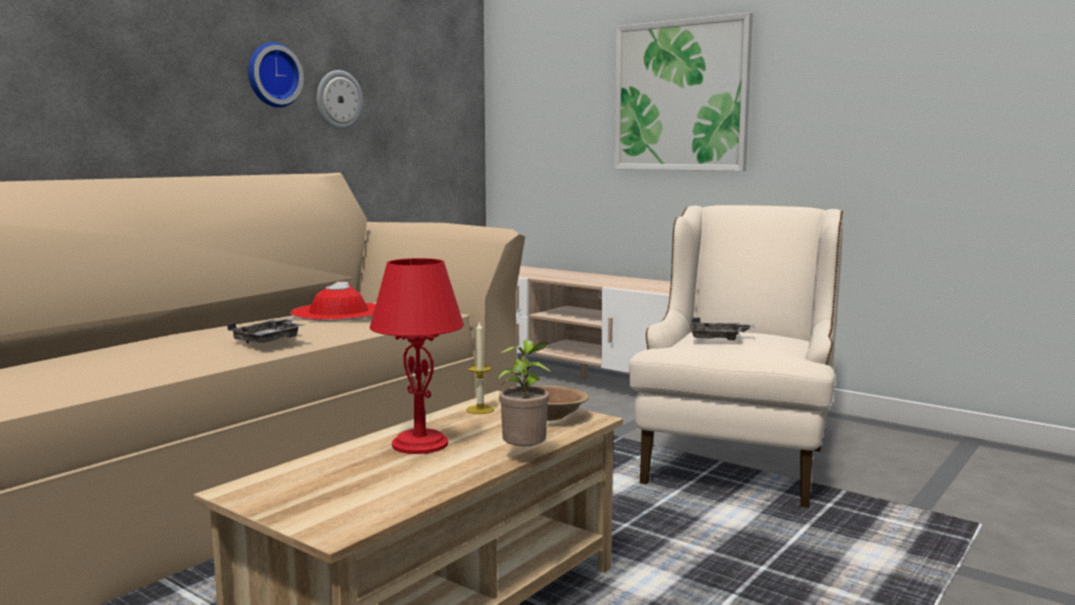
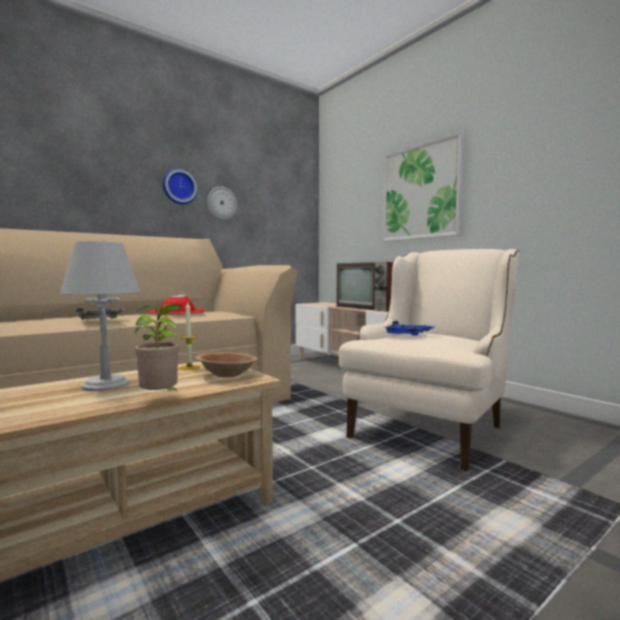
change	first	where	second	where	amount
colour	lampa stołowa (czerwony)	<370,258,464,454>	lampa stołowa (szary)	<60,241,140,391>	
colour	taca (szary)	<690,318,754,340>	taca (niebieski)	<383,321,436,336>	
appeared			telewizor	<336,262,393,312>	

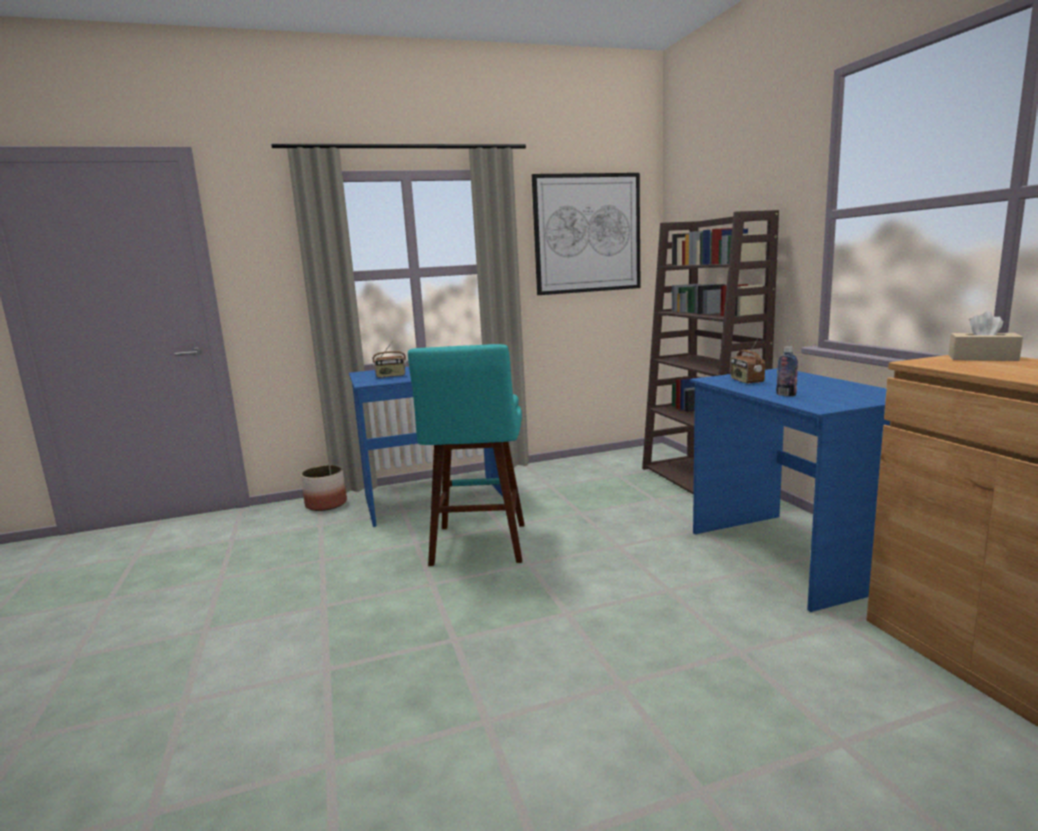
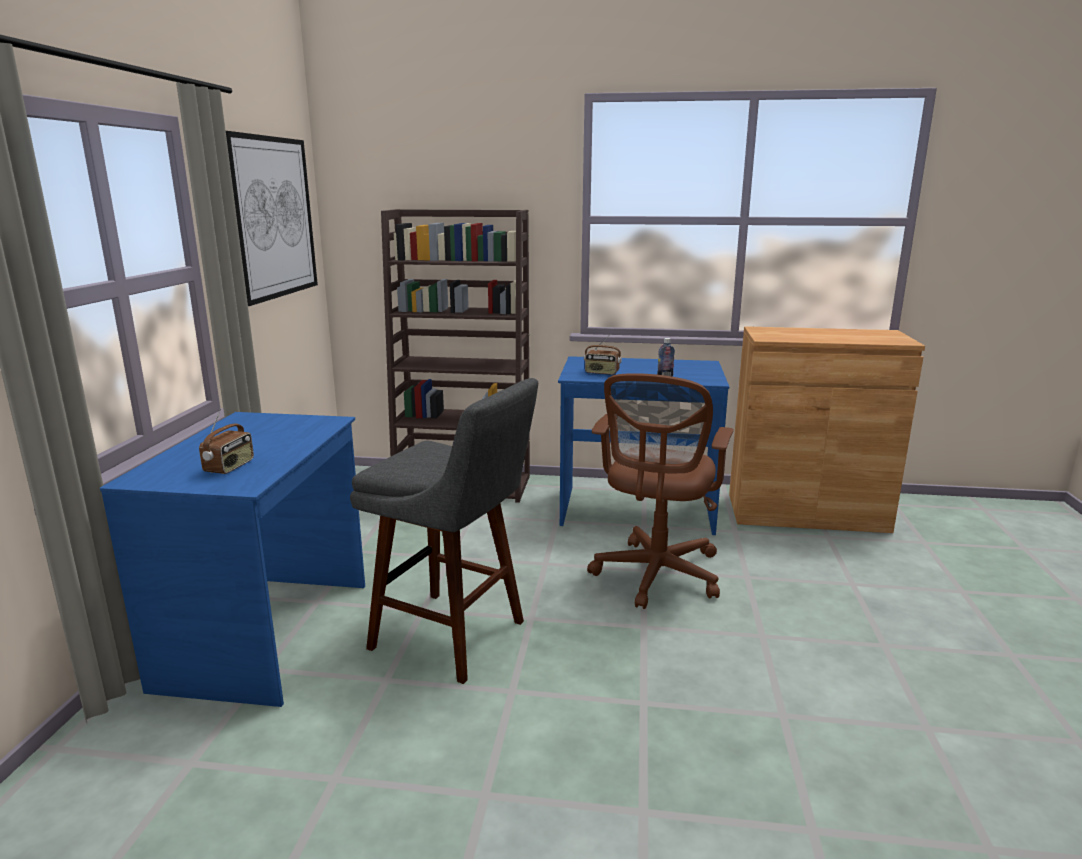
change	first	where	second	where	amount
missing	donica	<301,465,347,511>			
colour	stołek (turkusowy)	<408,344,525,566>	stołek (szary)	<350,378,538,684>	
missing	pudełko chusteczek (beżowy)	<949,311,1023,361>			
appeared			krzesło biurowe (brązowy)	<587,373,734,609>	

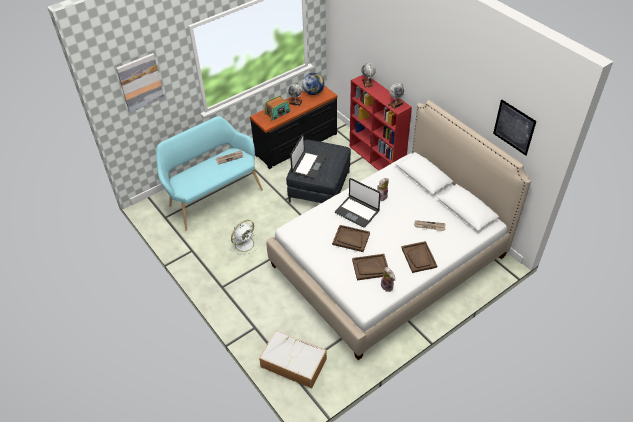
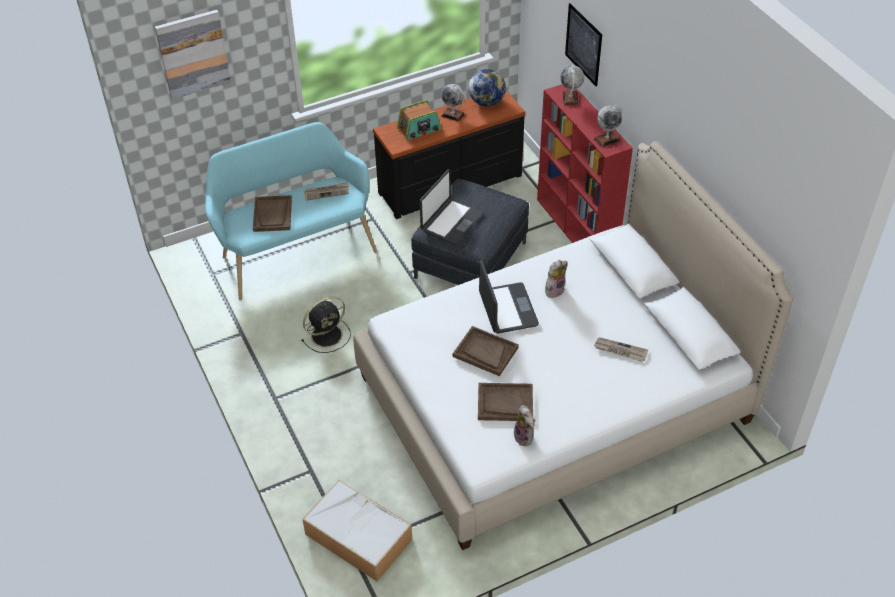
change	first	where	second	where	amount
colour	wentylator (biały)	<230,220,259,255>	wentylator (czarny)	<301,296,351,353>	
spun	laptop	<335,178,381,228>		<479,260,539,334>	150 degrees counterclockwise
relocated	taca (brązowy)	<402,241,437,273>		<253,195,292,232>	
relocated	obraz	<493,99,536,156>		<565,3,602,86>	

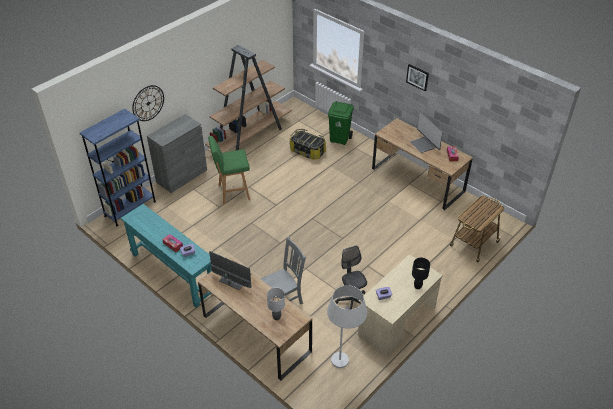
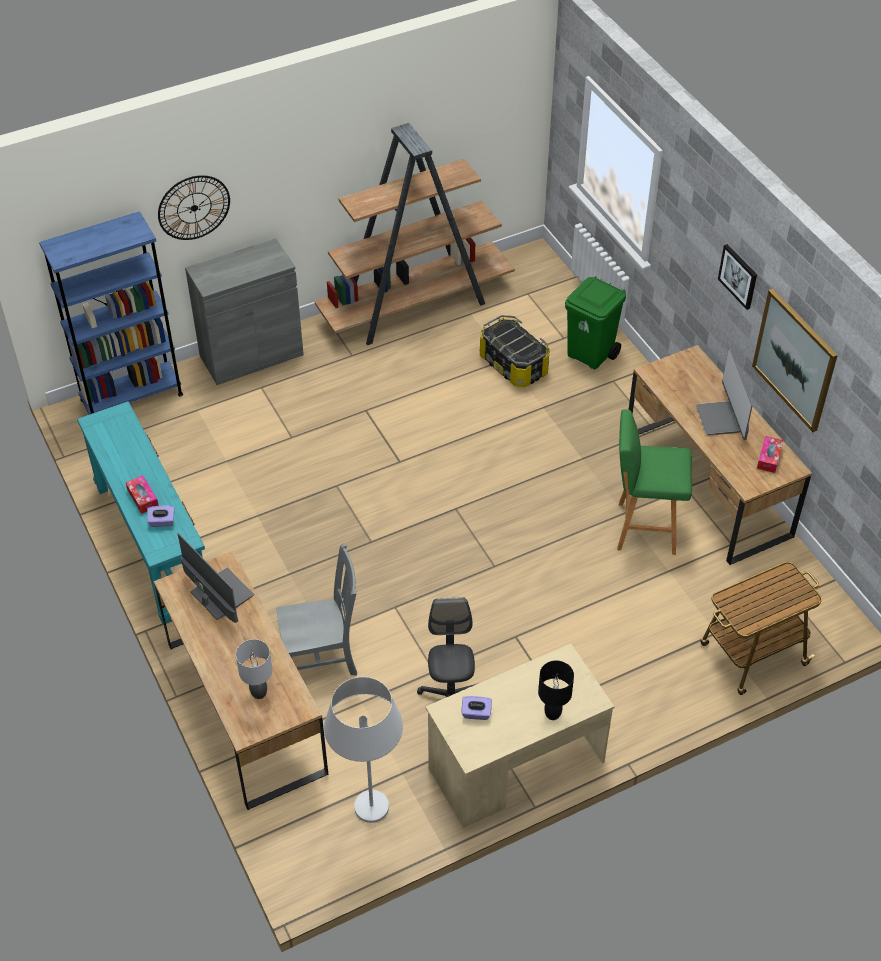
change	first	where	second	where	amount
relocated	stołek (zielony)	<208,136,250,205>		<617,409,692,555>	
appeared			obraz	<752,289,838,432>	

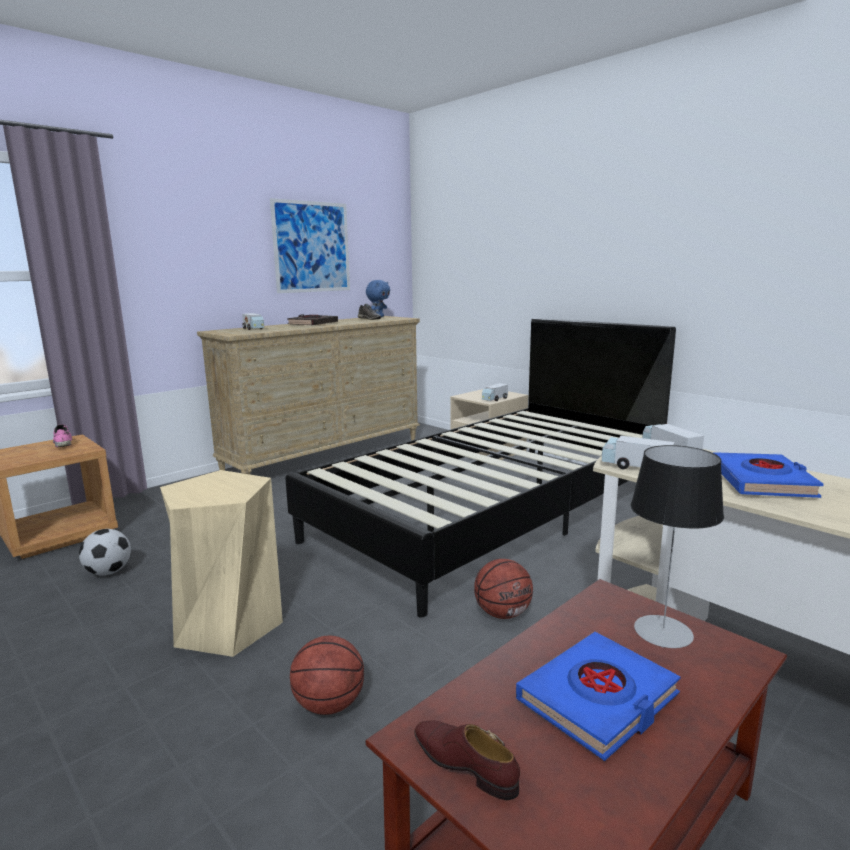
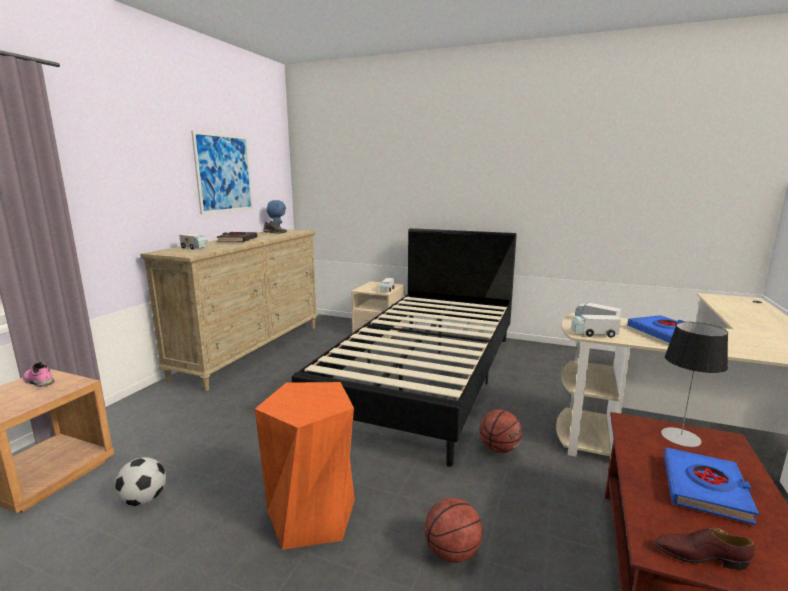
change	first	where	second	where	amount
colour	stołek (beżowy)	<160,470,283,657>	stołek (pomarańczowy)	<255,382,355,550>	

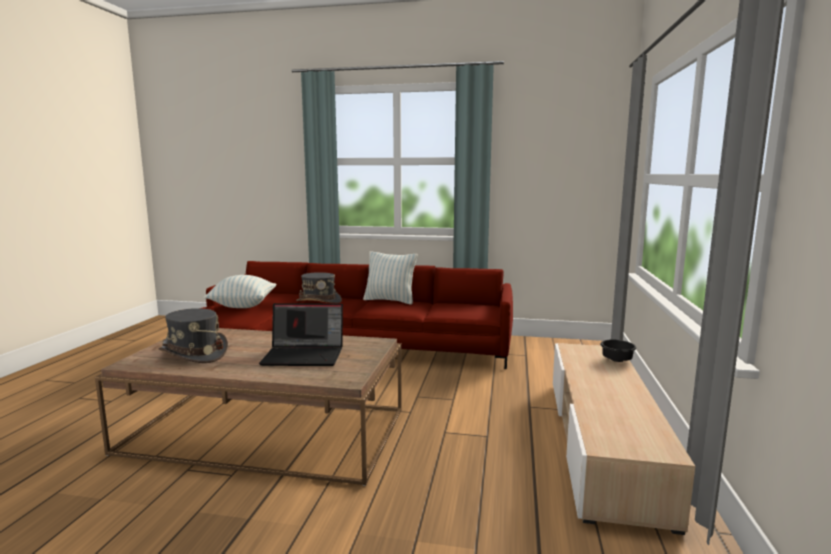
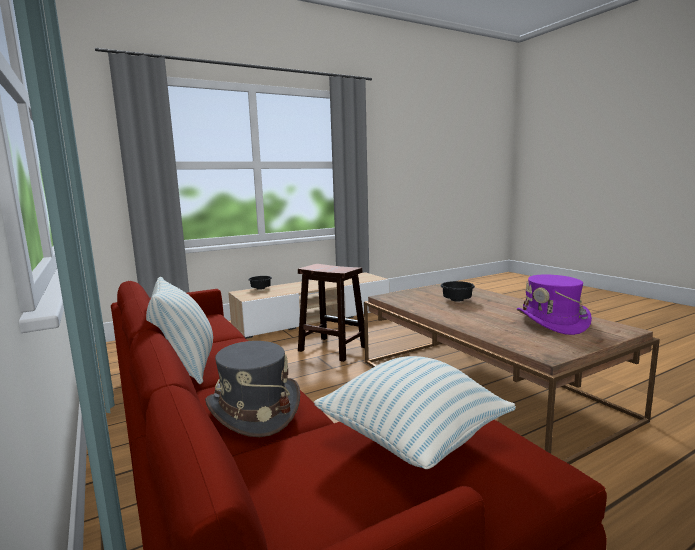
change	first	where	second	where	amount
colour	kapelusz (szary)	<158,308,228,363>	kapelusz (fioletowy)	<517,275,592,335>	
exchanged	laptop	<259,303,343,366>	miska (czarny)	<441,281,475,302>	
appeared			stołek (brązowy)	<298,264,365,362>	

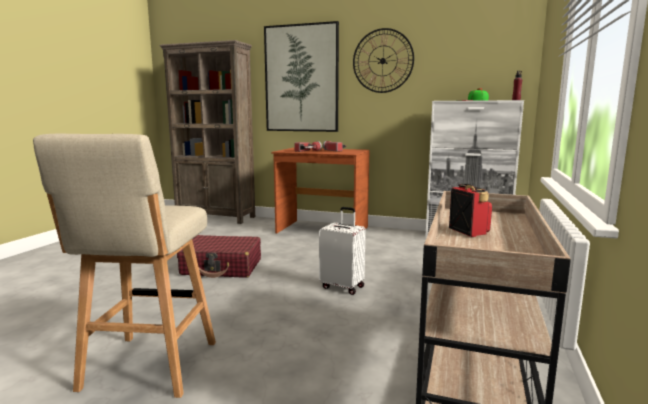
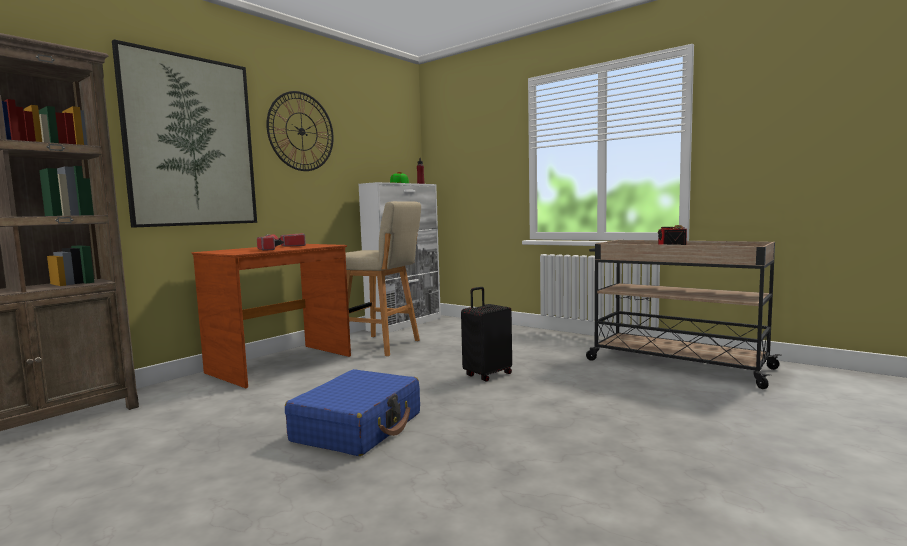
change	first	where	second	where	amount
relocated	stołek (beżowy)	<33,134,216,398>		<346,201,421,356>	
colour	walizka (czerwony)	<177,235,261,278>	walizka (niebieski)	<285,369,420,456>	
colour	walizka (biały)	<319,207,366,295>	walizka (czarny)	<461,287,512,381>	

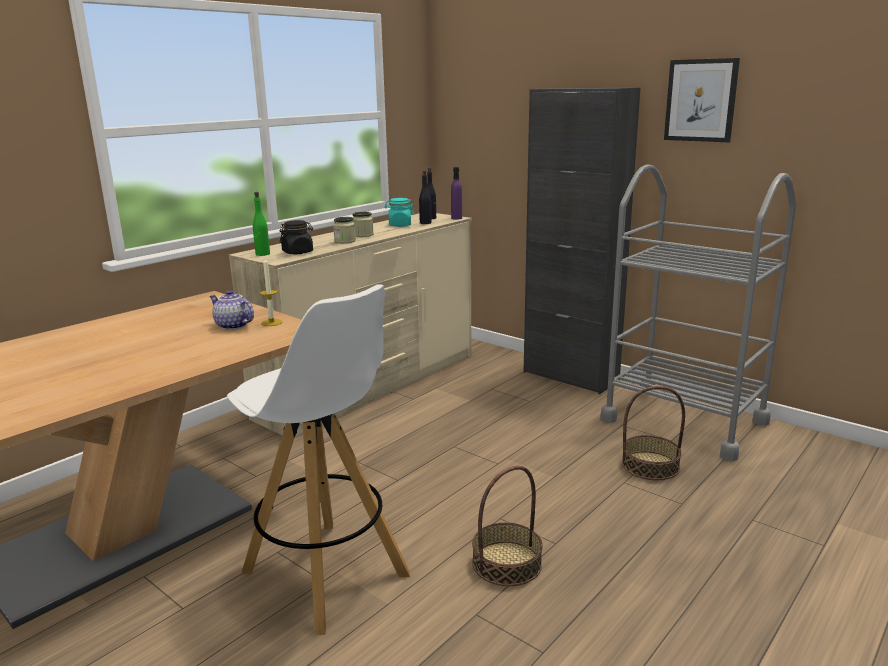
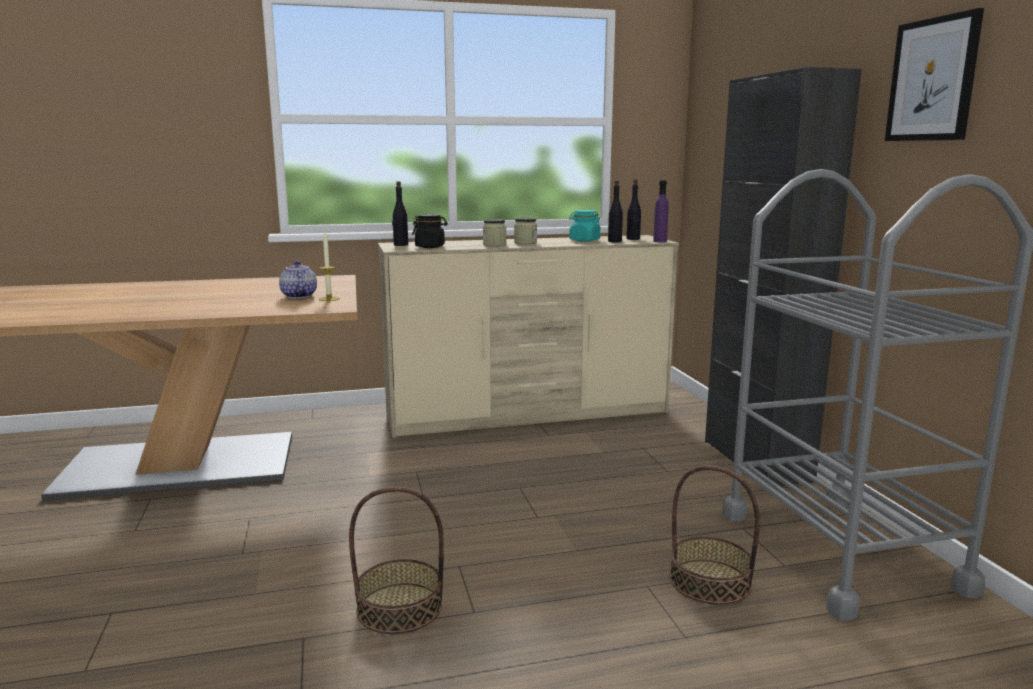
change	first	where	second	where	amount
missing	stołek (biały)	<227,284,410,635>			
colour	butelka (zielony)	<253,192,270,256>	butelka (czarny)	<392,181,408,246>	

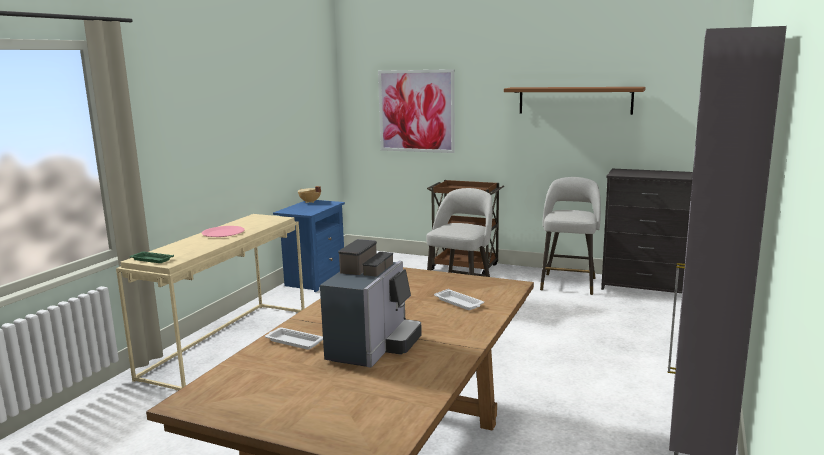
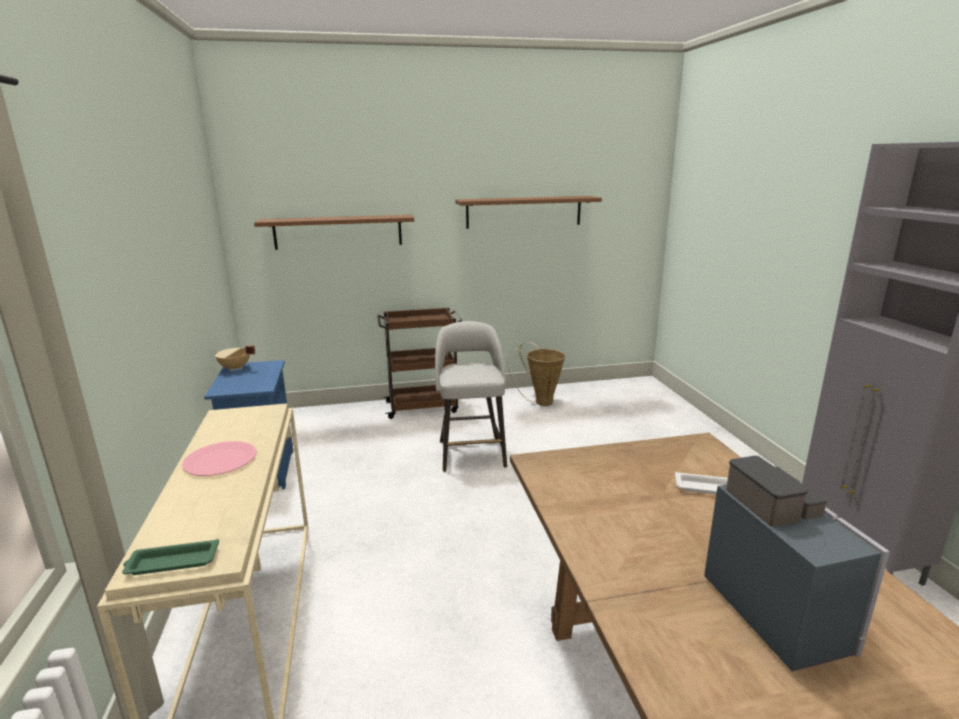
change	first	where	second	where	amount
missing	taca (biały)	<265,327,323,350>			
exchanged	obraz	<378,69,455,153>	półka (brązowy)	<254,215,414,250>	
exchanged	stołek (szary)	<540,177,601,295>	koszyk	<507,342,565,406>	
missing	komoda (czarny)	<601,169,693,293>			

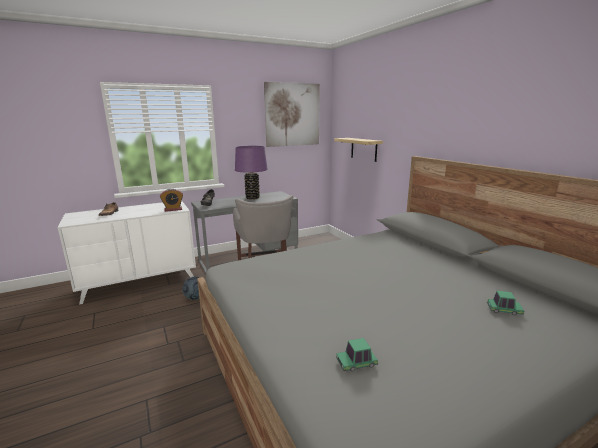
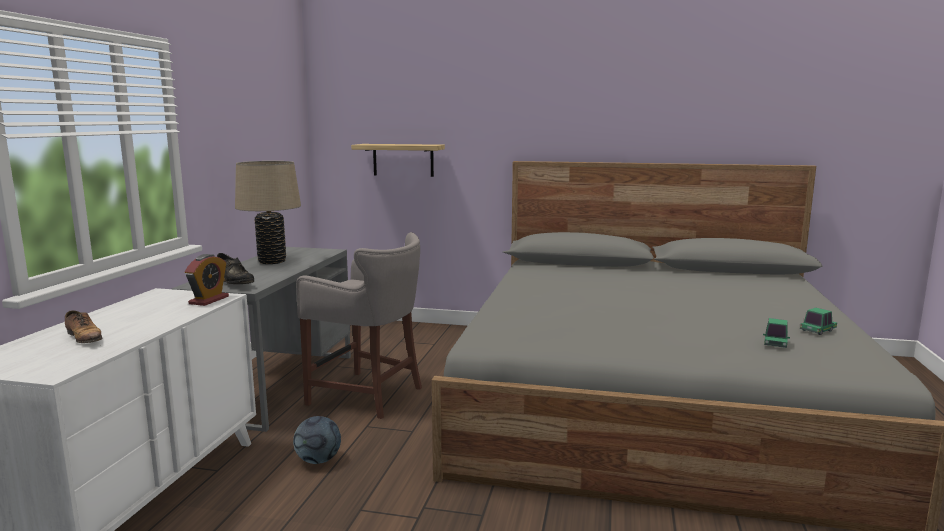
change	first	where	second	where	amount
colour	lampa stołowa (fioletowy)	<235,146,268,199>	lampa stołowa (beżowy)	<235,161,301,264>	
missing	obraz	<264,82,320,147>			
relocated	samochodzik	<487,291,524,315>		<800,308,837,335>	

